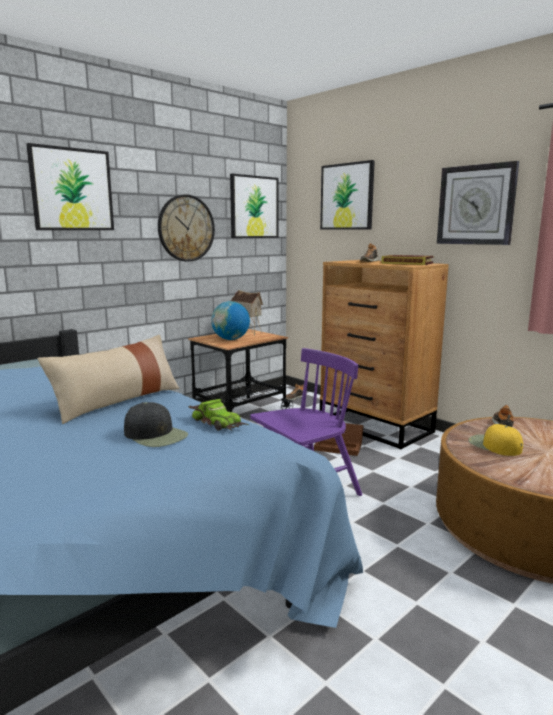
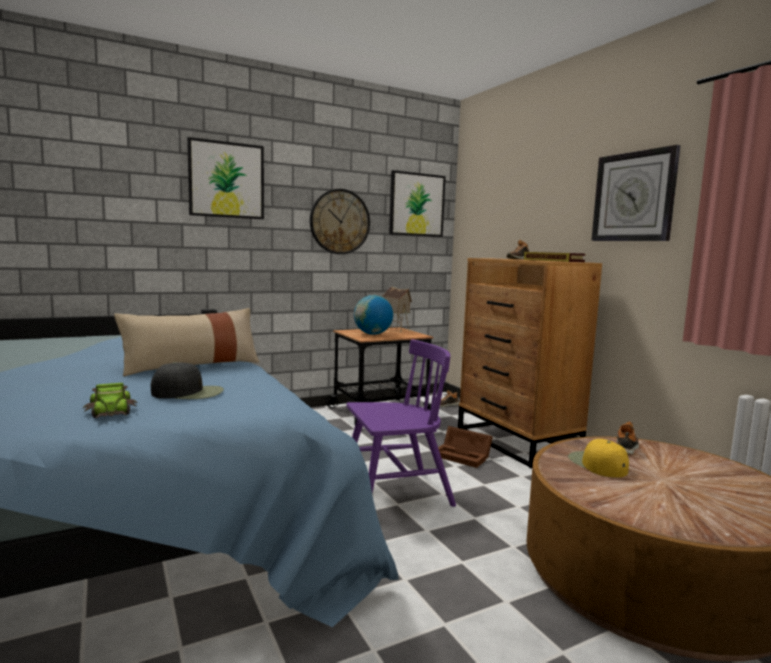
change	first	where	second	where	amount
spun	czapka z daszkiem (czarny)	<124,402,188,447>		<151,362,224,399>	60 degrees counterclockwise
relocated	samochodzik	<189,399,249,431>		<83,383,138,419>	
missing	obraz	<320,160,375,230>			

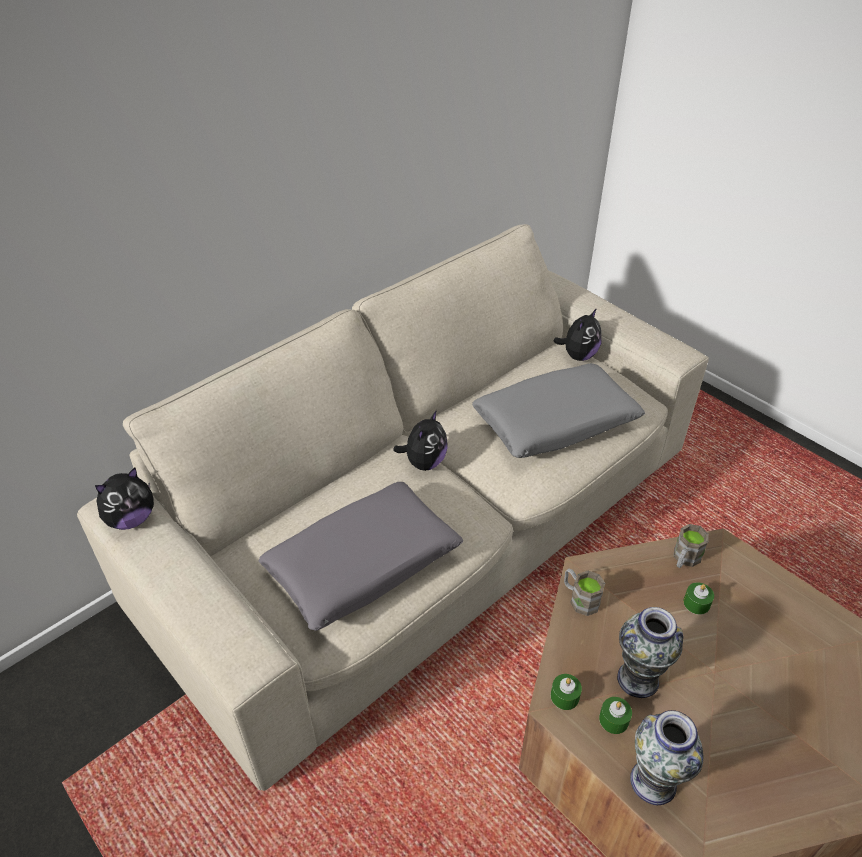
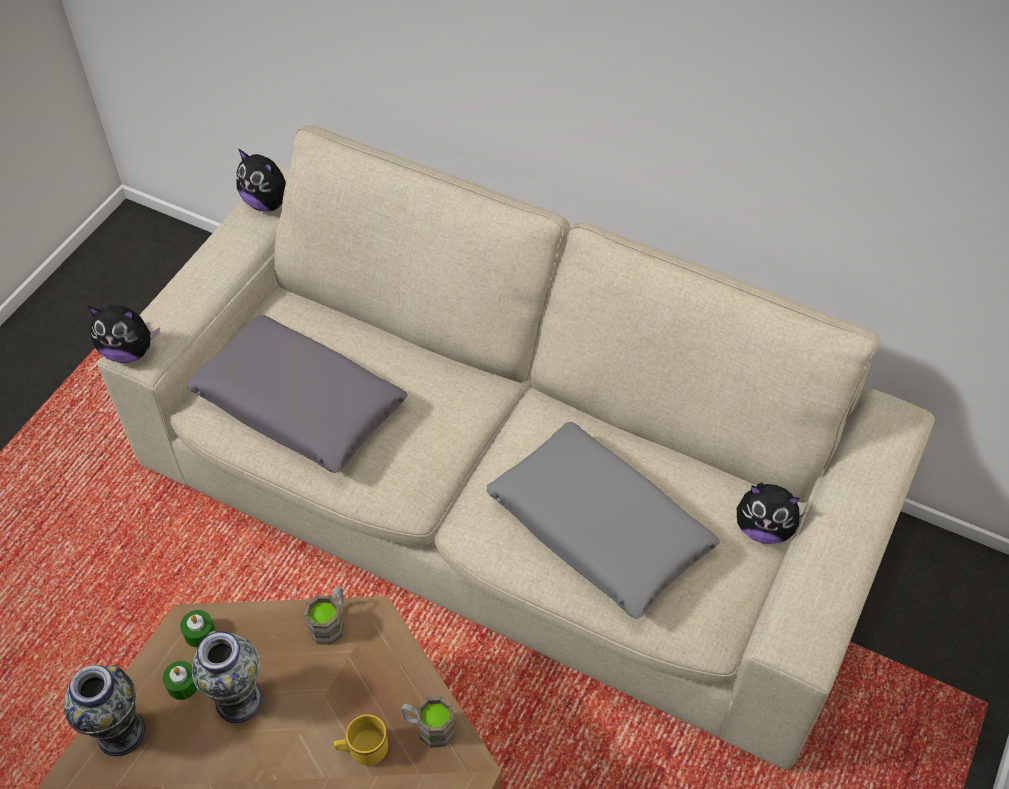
change	first	where	second	where	amount
relocated	pluszak	<393,410,448,471>		<88,305,160,363>	
exchanged	świeca (zielony)	<683,582,714,615>	kubek (żółty)	<334,714,388,765>	

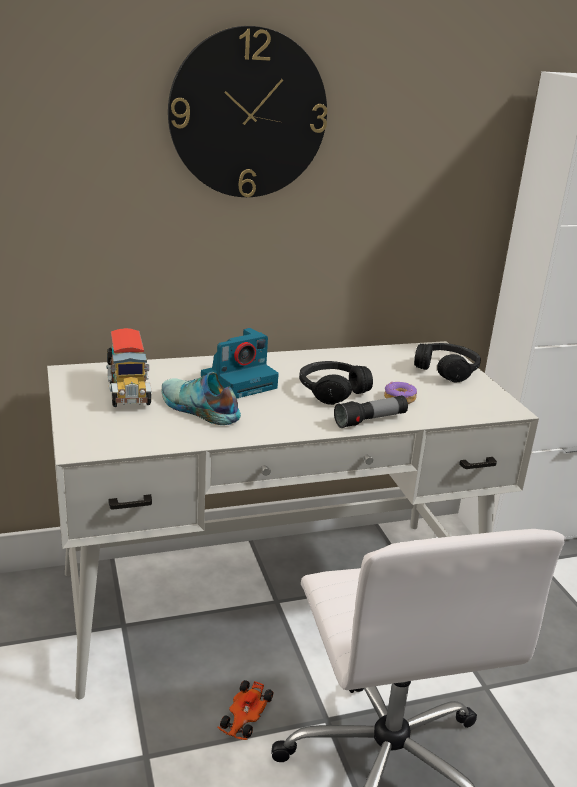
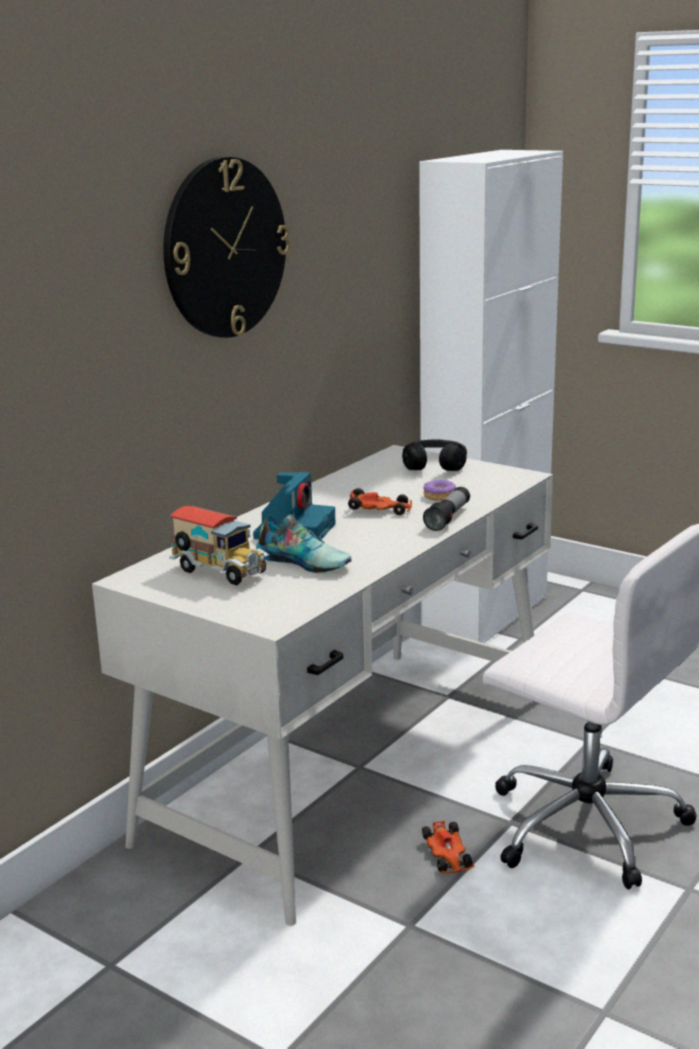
change	first	where	second	where	amount
spun	but	<162,372,241,425>		<256,515,352,573>	150 degrees counterclockwise
exchanged	słuchawki (czarny)	<299,361,373,405>	samochodzik	<348,488,412,515>	

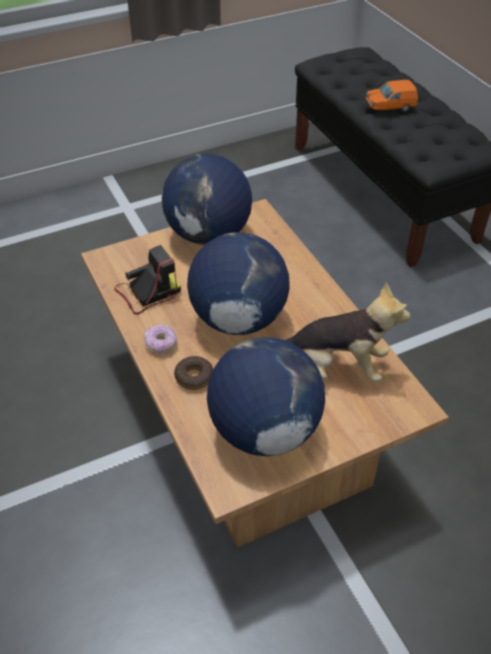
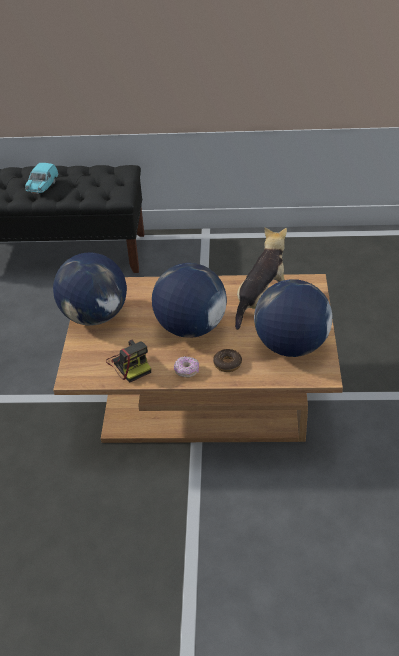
change	first	where	second	where	amount
spun	aparat fotograficzny	<114,245,181,315>		<106,339,151,383>	150 degrees clockwise
colour	samochodzik (pomarańczowy)	<366,80,419,112>	samochodzik (turkusowy)	<25,163,58,194>	

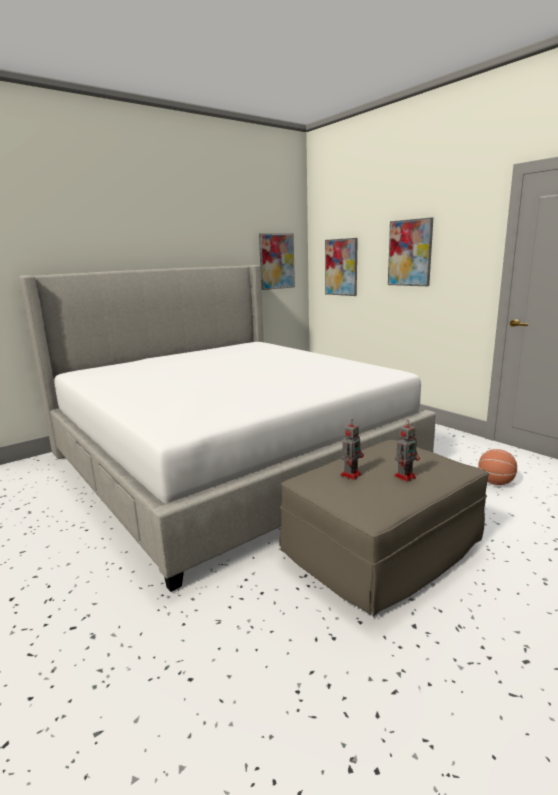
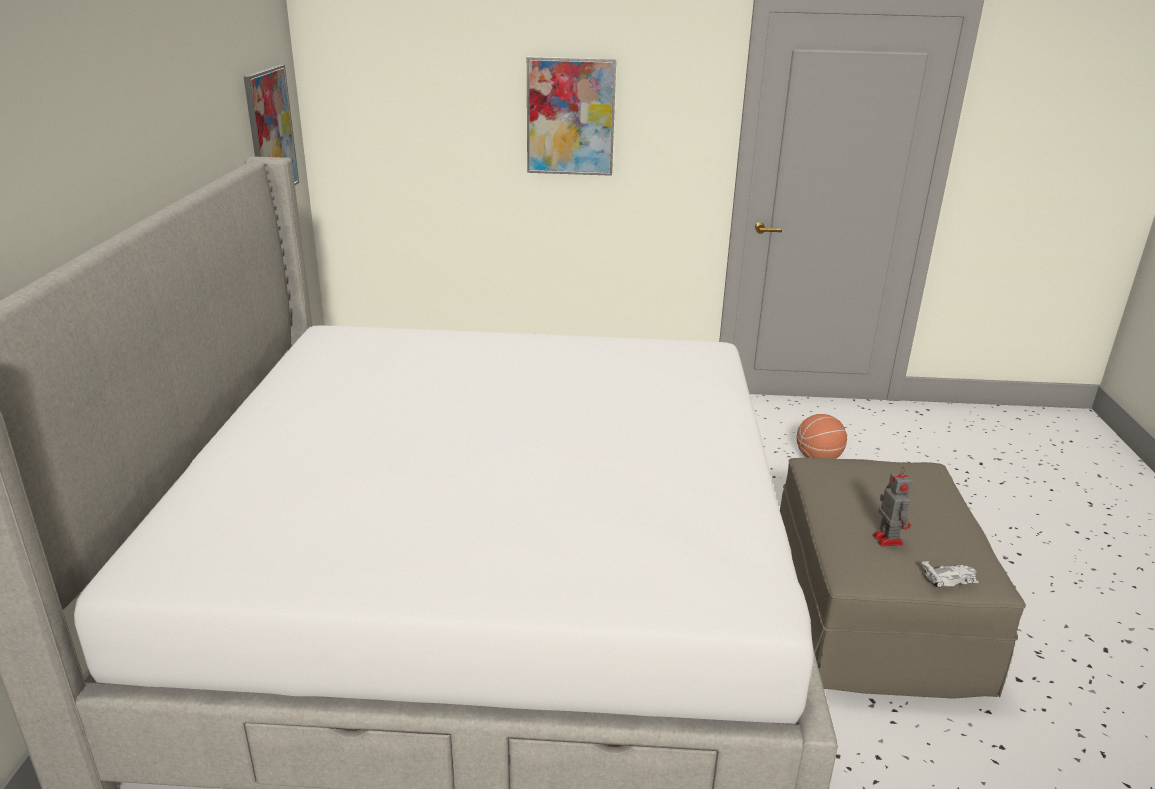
change	first	where	second	where	amount
missing	obraz	<325,238,358,296>			
missing	robot zabawkowy	<394,420,420,482>			
appeared			samochodzik (biały)	<922,561,979,587>	

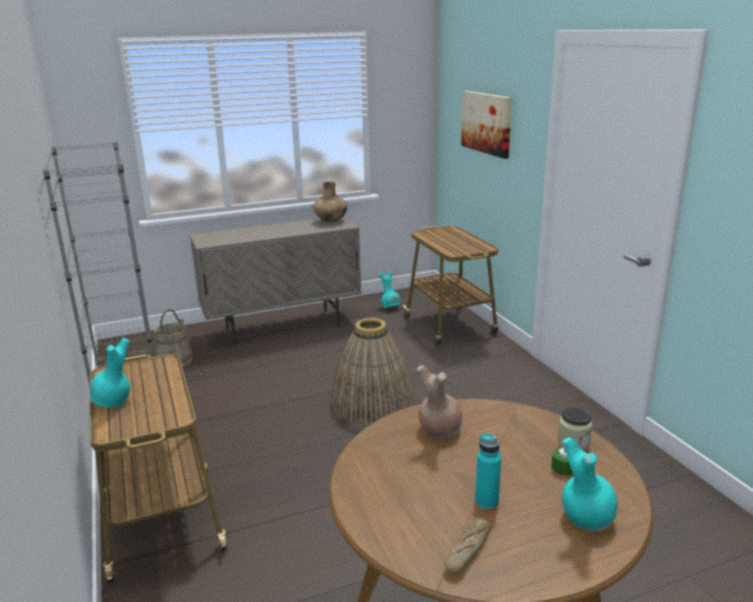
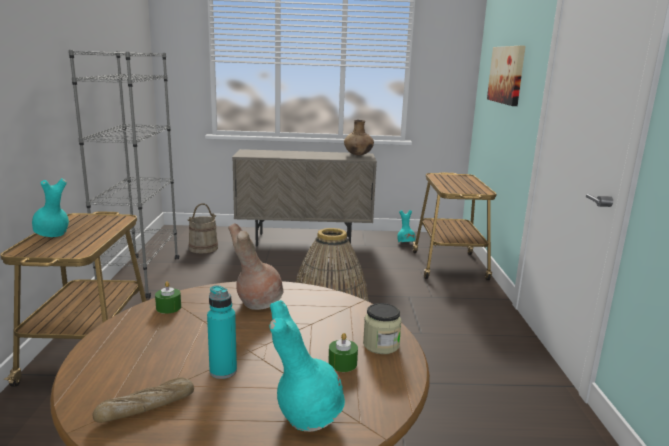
change	first	where	second	where	amount
appeared			świeca (zielony)	<155,281,181,314>	

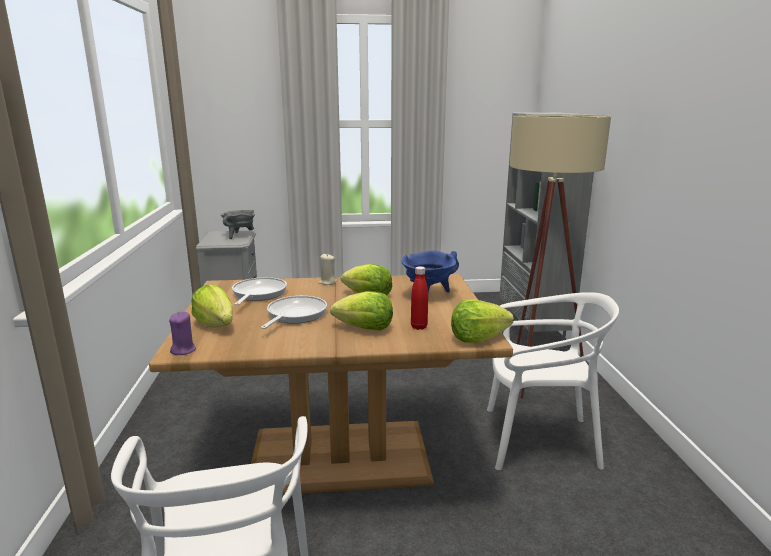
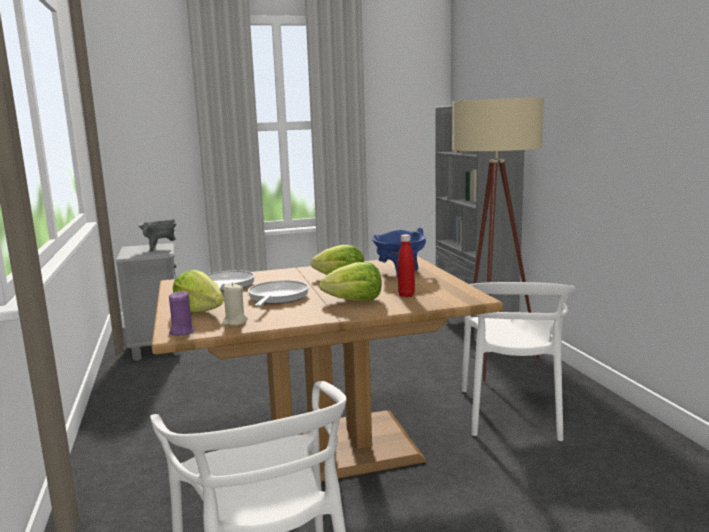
change	first	where	second	where	amount
relocated	świeca (beżowy)	<318,254,337,285>		<222,283,248,326>	
missing	sałata	<451,300,514,343>			
spun	krzesło (biały)	<487,292,619,470>		<461,282,575,441>	105 degrees clockwise

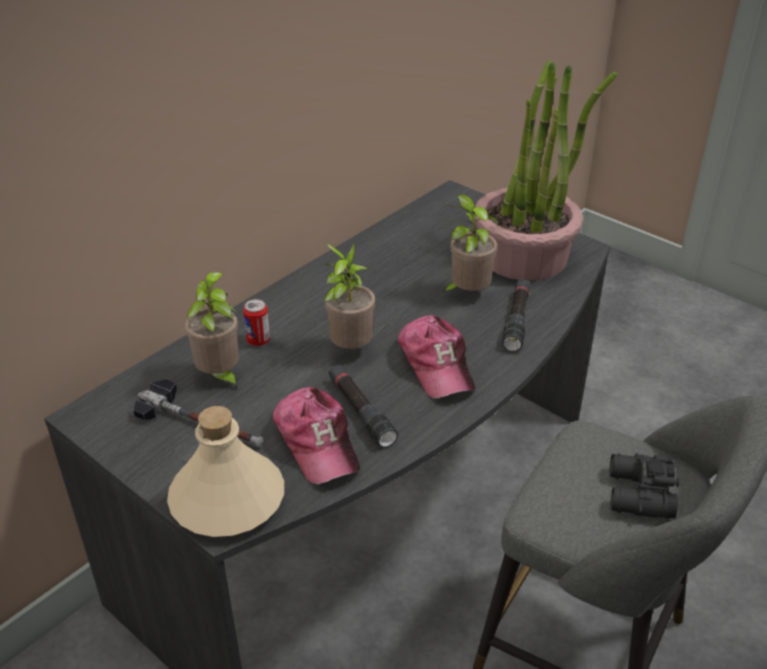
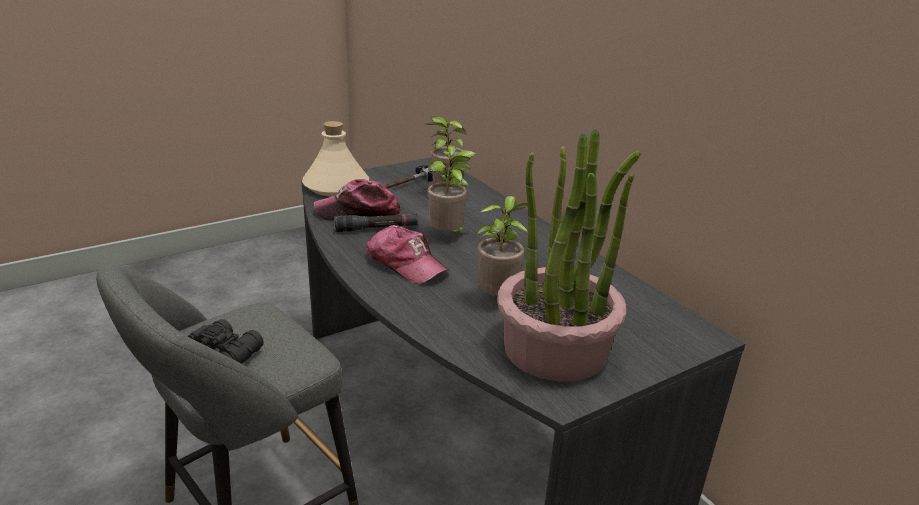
change	first	where	second	where	amount
missing	puszka	<243,299,270,346>			
spun	czapka z daszkiem	<398,315,475,398>		<366,225,449,284>	135 degrees counterclockwise
missing	latarka (czarny)	<502,279,530,352>			

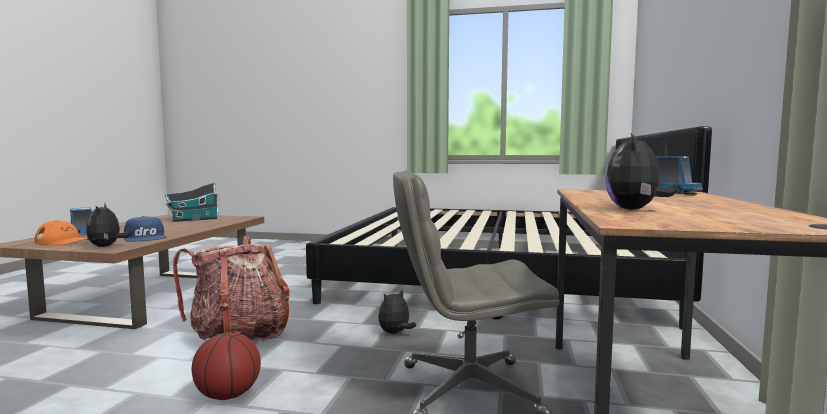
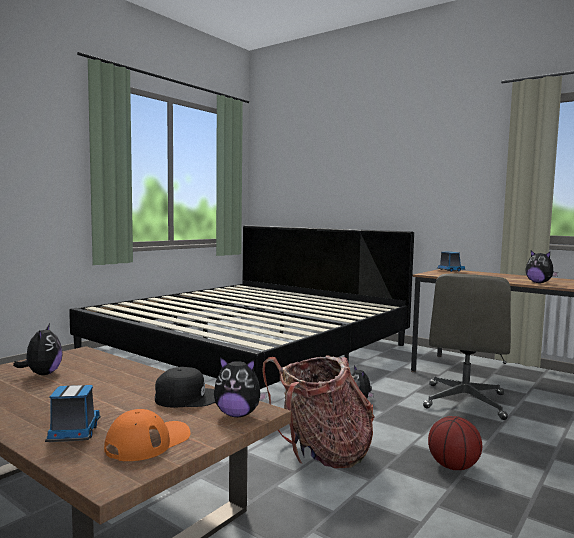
change	first	where	second	where	amount
colour	czapka z daszkiem (niebieski)	<124,216,166,242>	czapka z daszkiem (czarny)	<155,367,215,408>	
exchanged	domek	<165,182,219,222>	pluszak	<13,324,63,375>	

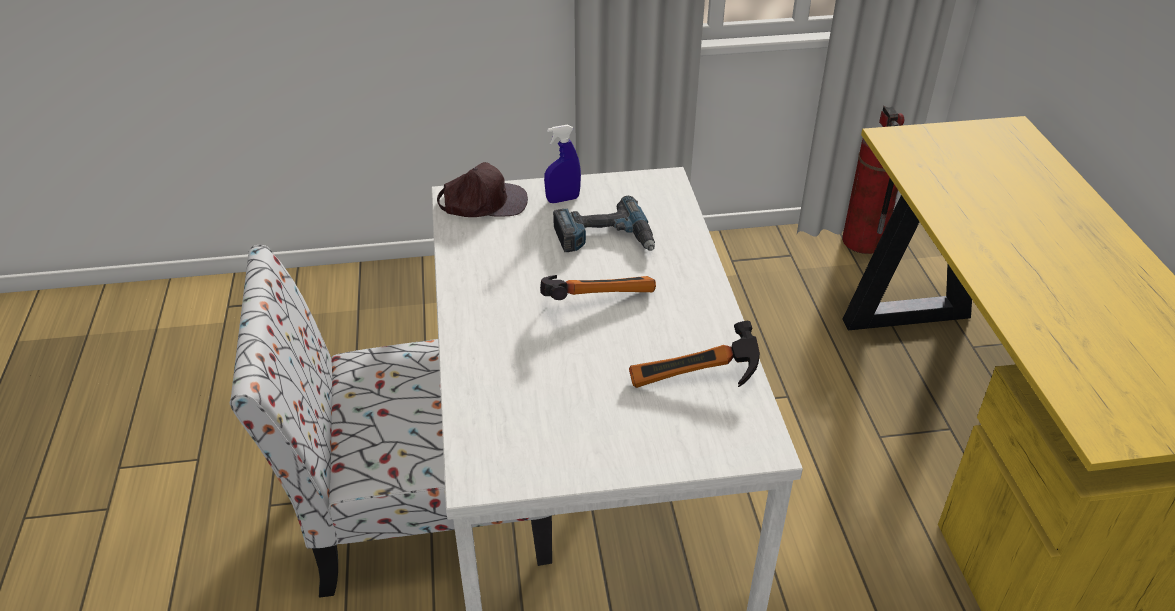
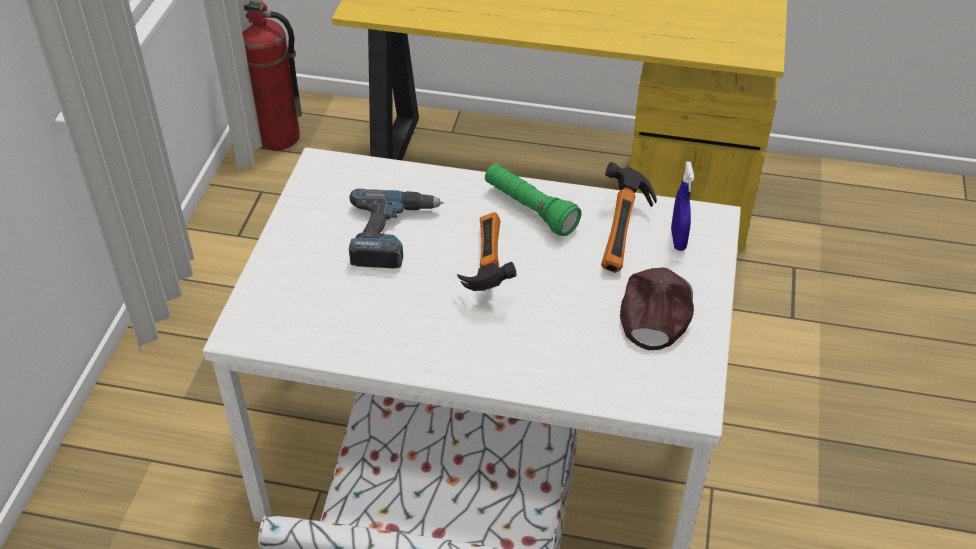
change	first	where	second	where	amount
relocated	czapka z daszkiem (brązowy)	<437,162,528,217>		<620,267,694,350>	
relocated	spryskiwacz (niebieski)	<544,125,581,203>		<671,162,694,251>	
appeared			latarka (zielony)	<485,164,581,236>	

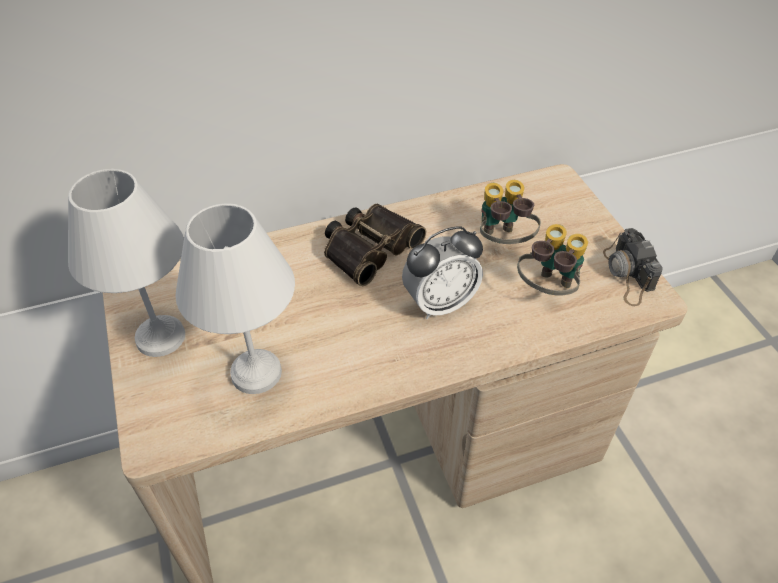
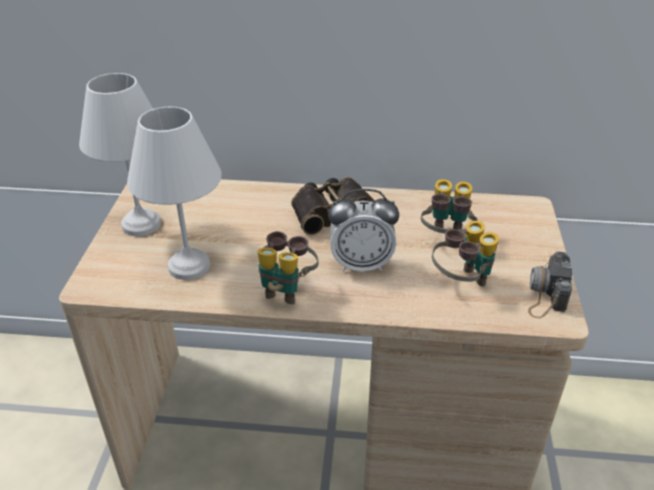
change	first	where	second	where	amount
appeared			lornetka	<258,231,319,304>	

